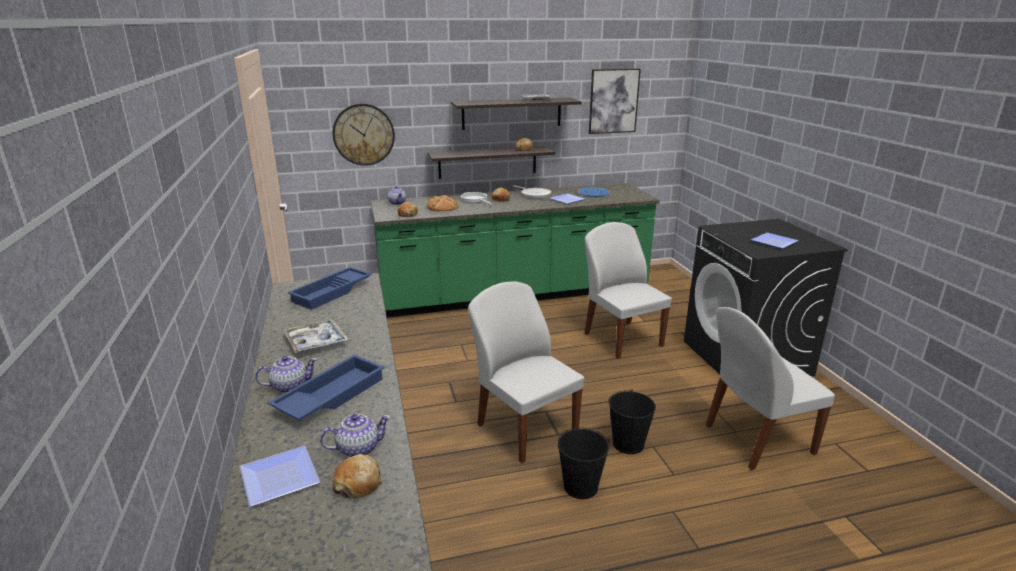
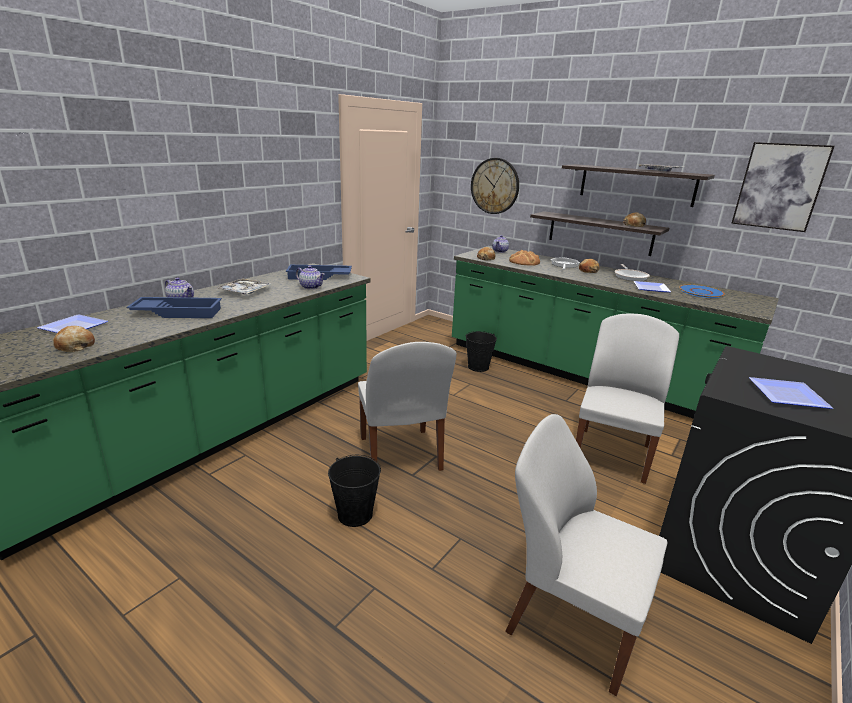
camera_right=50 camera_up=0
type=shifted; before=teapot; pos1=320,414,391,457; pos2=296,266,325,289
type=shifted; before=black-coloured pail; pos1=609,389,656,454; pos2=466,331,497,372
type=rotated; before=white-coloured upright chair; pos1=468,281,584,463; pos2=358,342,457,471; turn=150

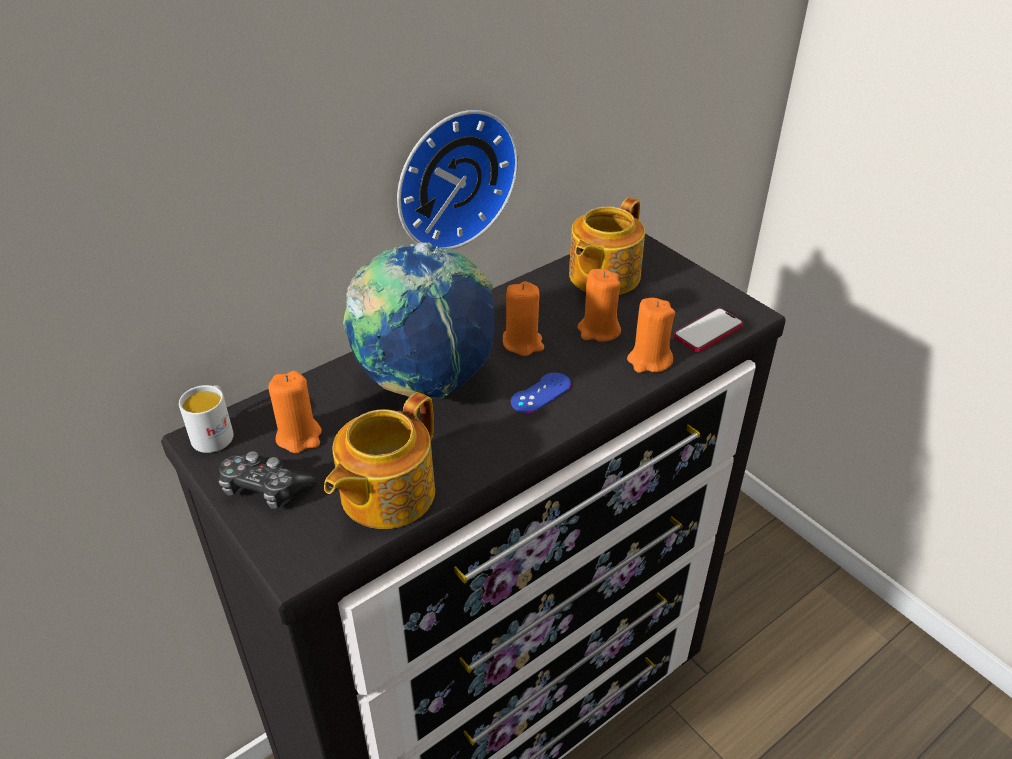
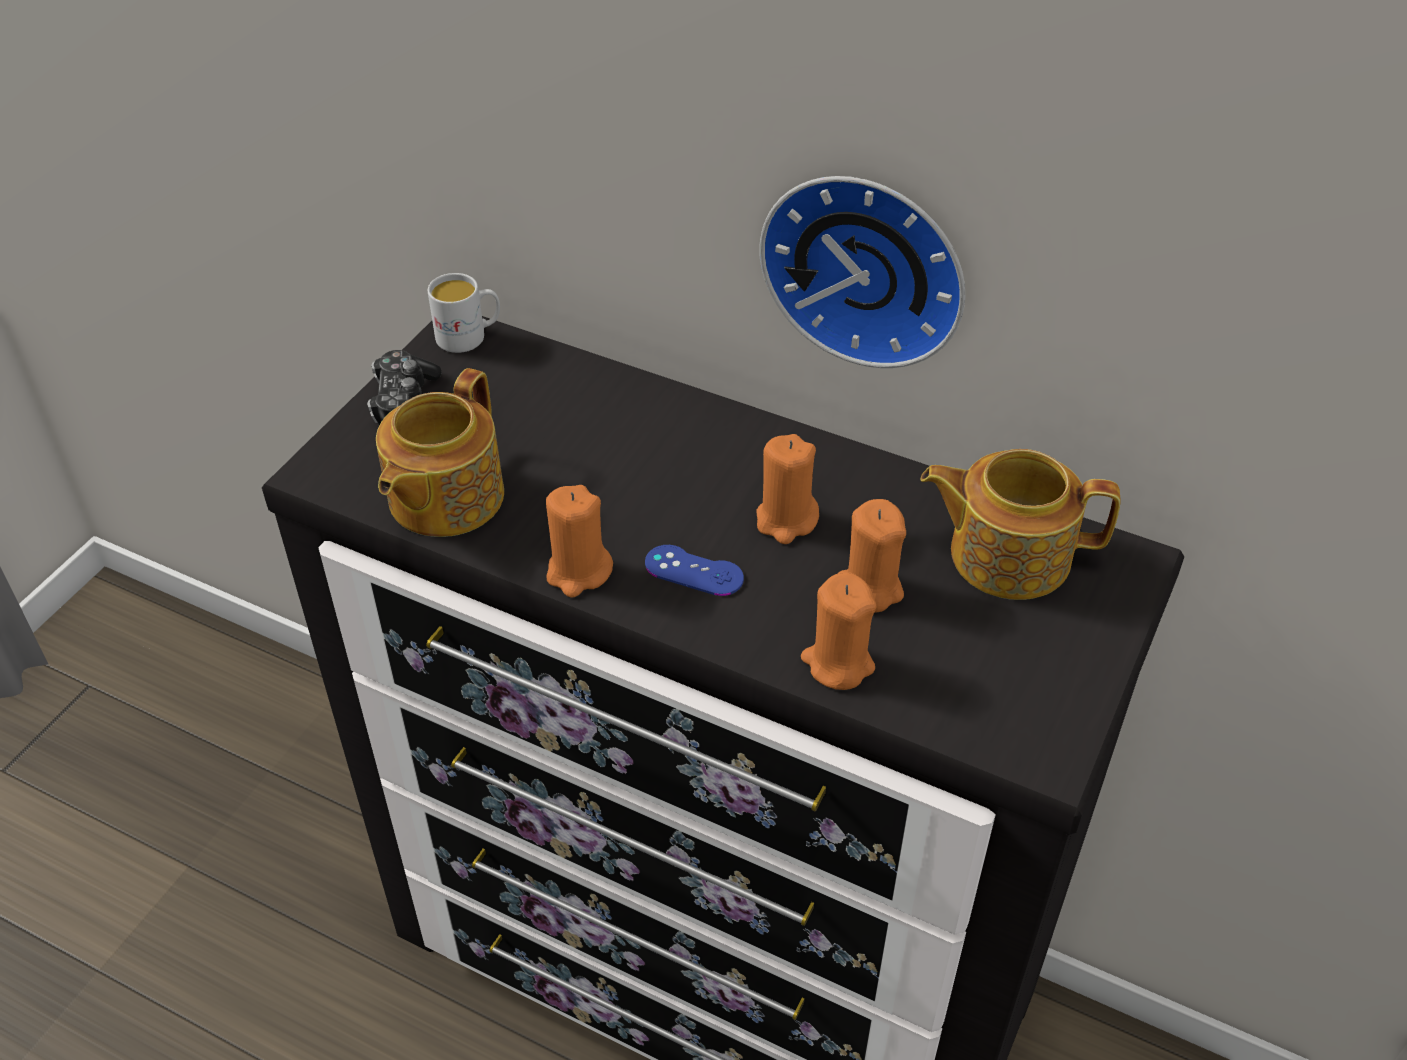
camera_right=65 camera_up=5
type=gone; before=globe; pos1=343,243,495,399
type=gone; before=phone; pos1=674,308,743,352
type=shifted; before=orange-coloured candle; pos1=268,371,322,453; pos2=546,485,613,598
type=rotated; before=teapot; pos1=324,392,435,529; pos2=376,368,504,537; turn=-75

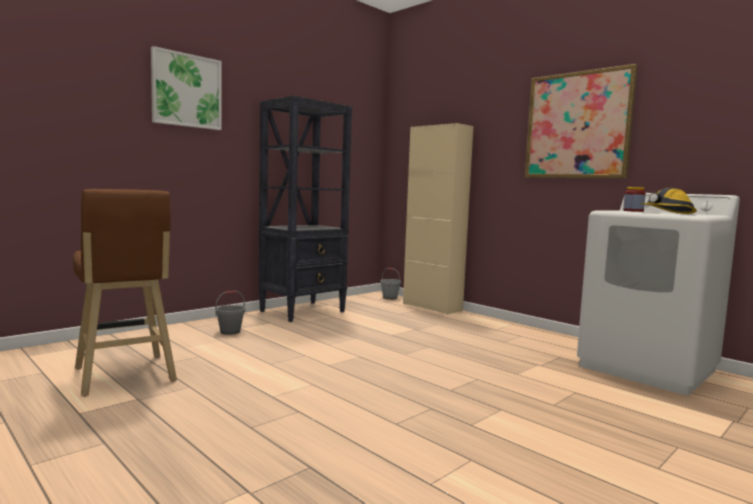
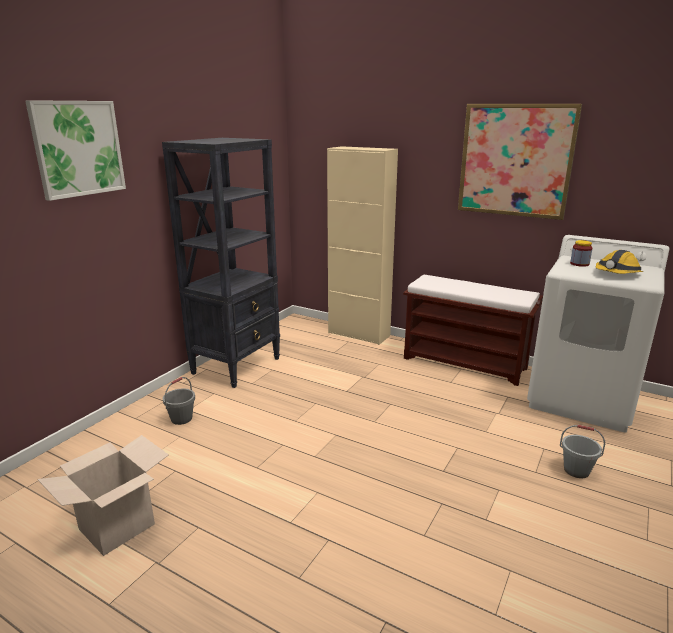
camera_right=-15 camera_up=15
type=new; after=brownish bench; pos2=403,275,543,386
type=shifted; before=greyish pail; pos1=380,268,401,300; pos2=560,425,605,478
type=swapped; before=brownish stool seat; after=cardboard box; pos1=73,189,177,397; pos2=37,435,169,556

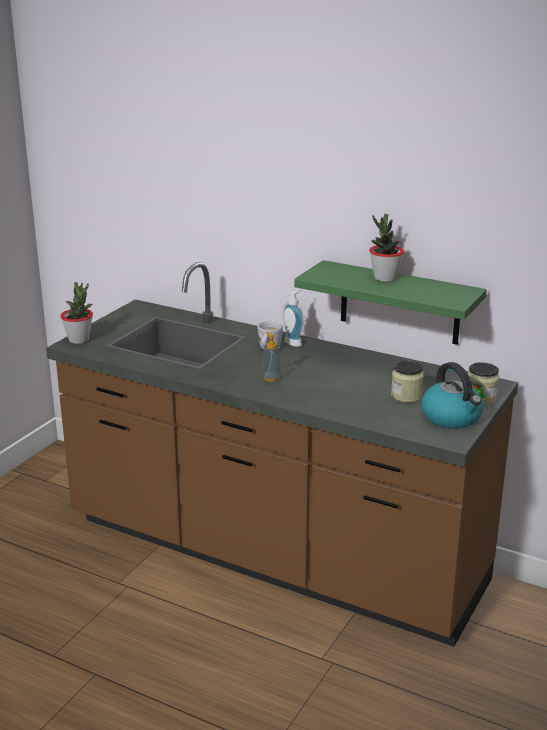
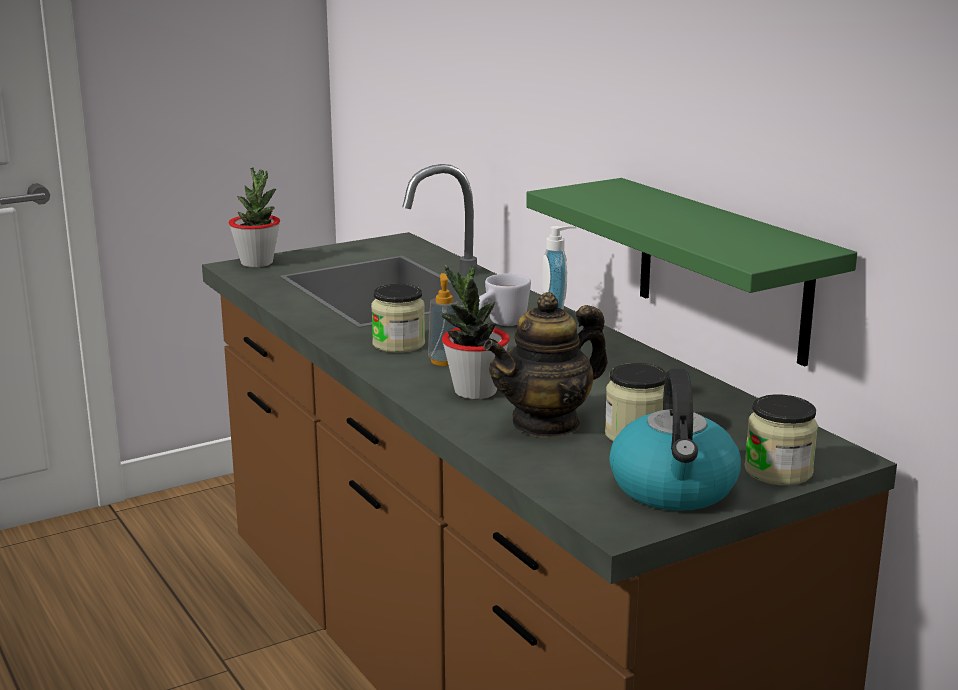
camera_right=30 camera_up=-5
type=new; after=jar; pos2=371,284,425,353
type=new; after=teapot; pos2=483,292,608,438
type=shifted; before=houseplant; pos1=369,214,404,282; pos2=441,265,510,399

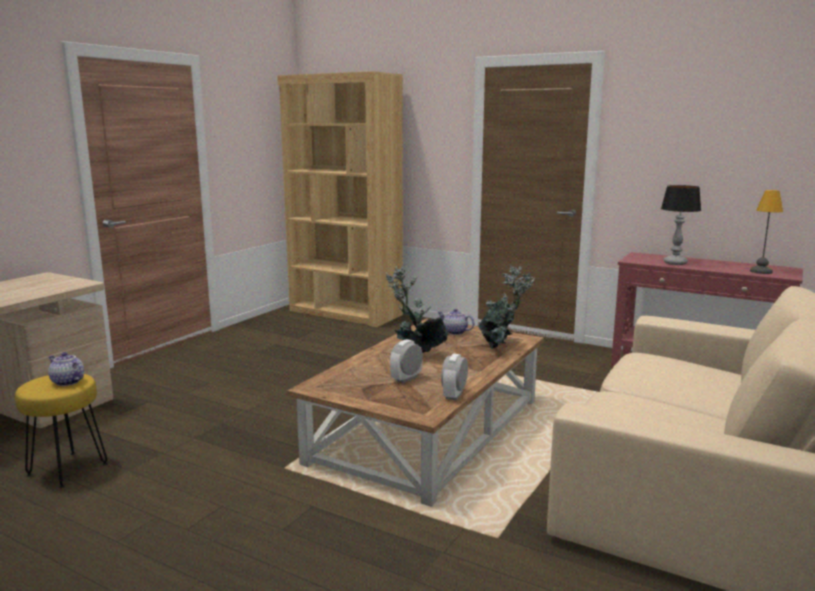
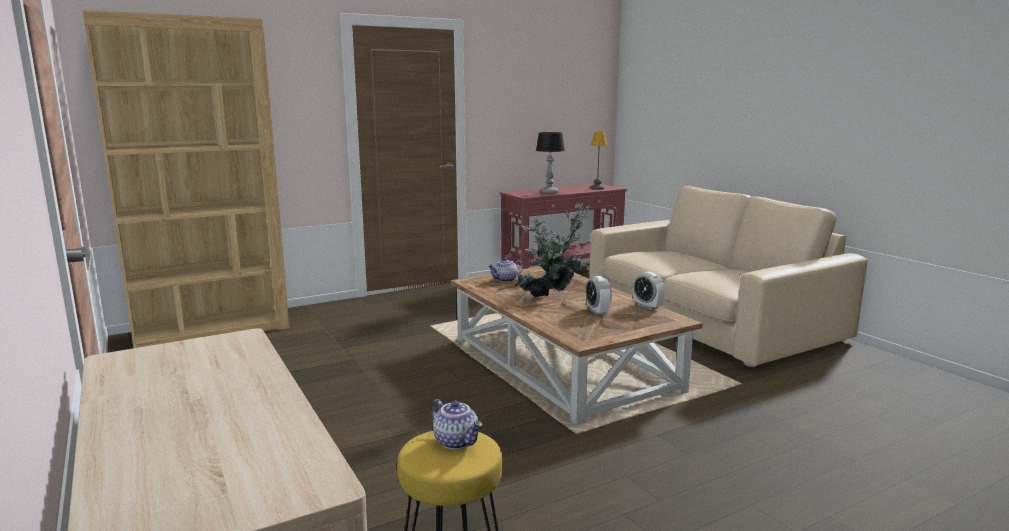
camera_right=-60 camera_up=0
type=rotated; before=teapot; pos1=48,352,84,386; pos2=431,399,483,450; turn=-105

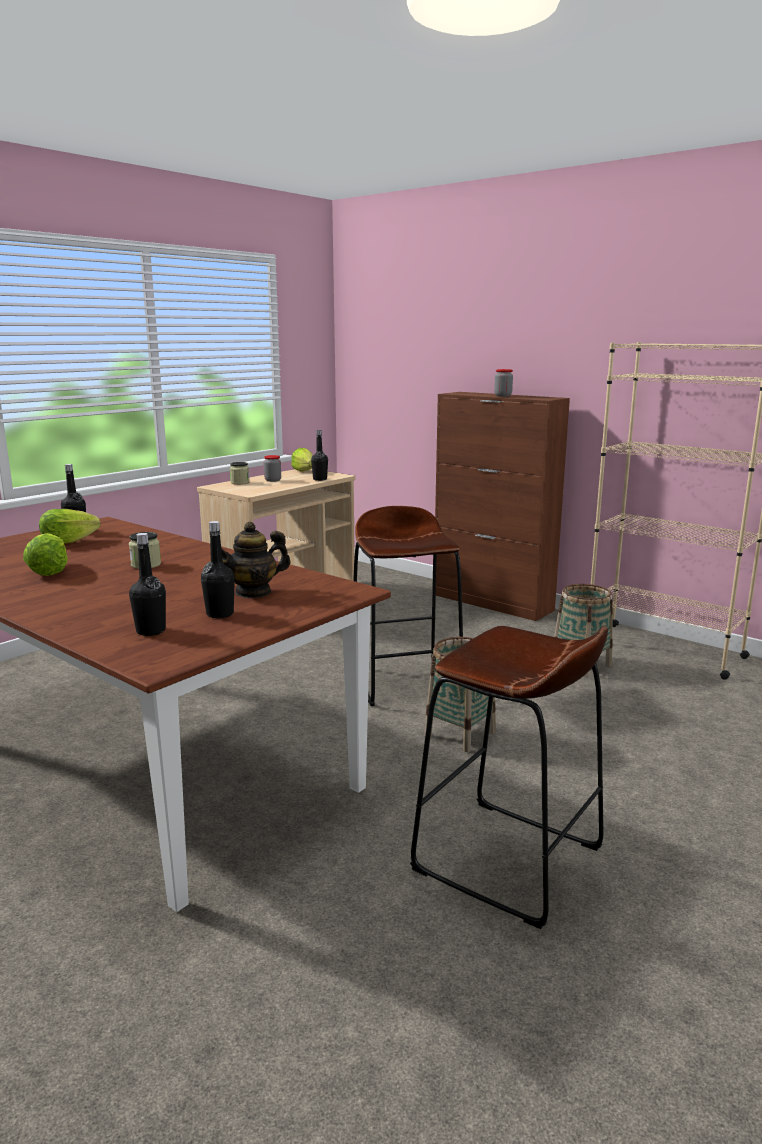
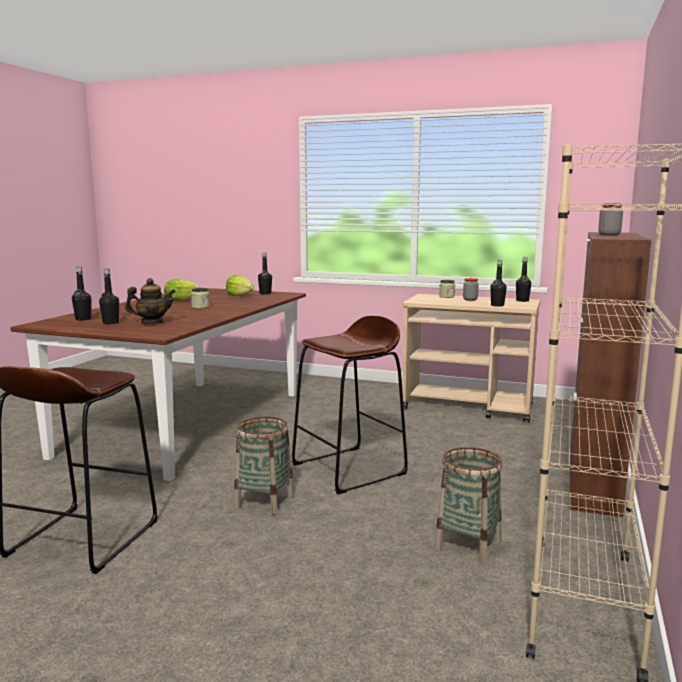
camera_right=70 camera_up=-5
type=swapped; before=lettuce head; after=black-coloured drink bottle; pos1=291,448,313,471; pos2=516,257,531,302
type=rotated; before=teapot; pos1=221,522,291,598; pos2=125,278,176,324; turn=120

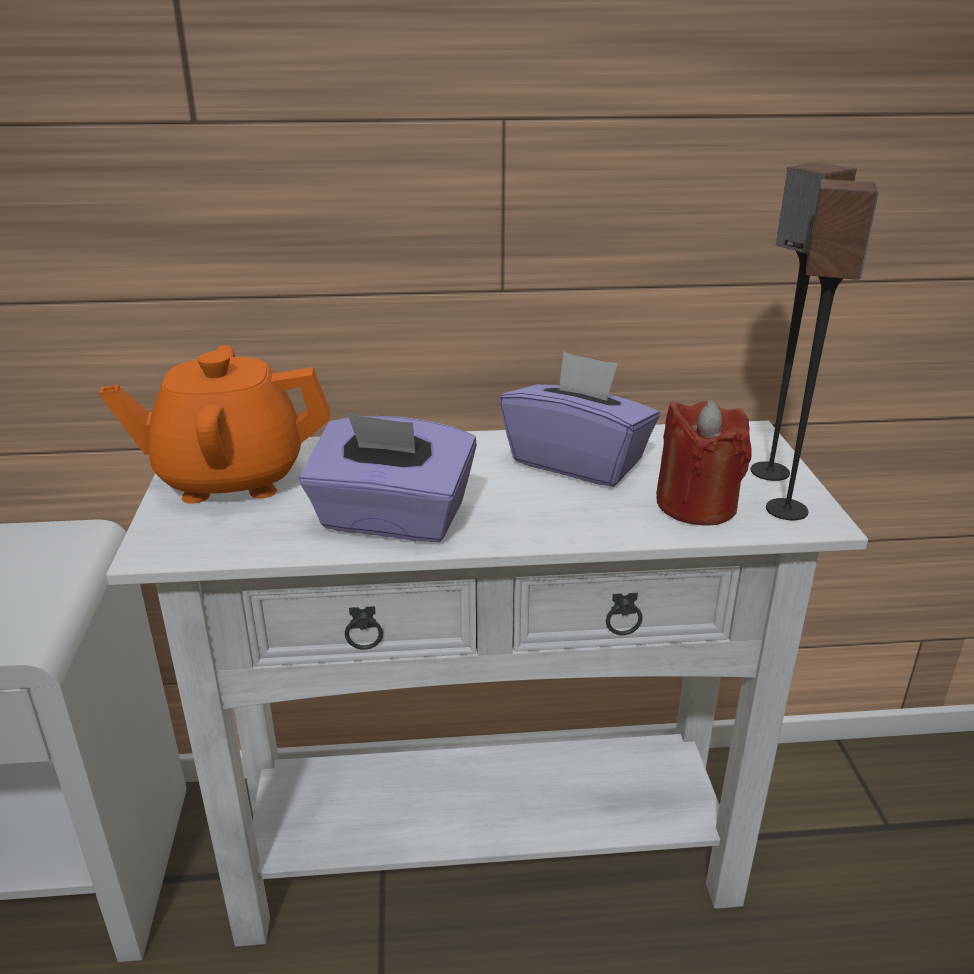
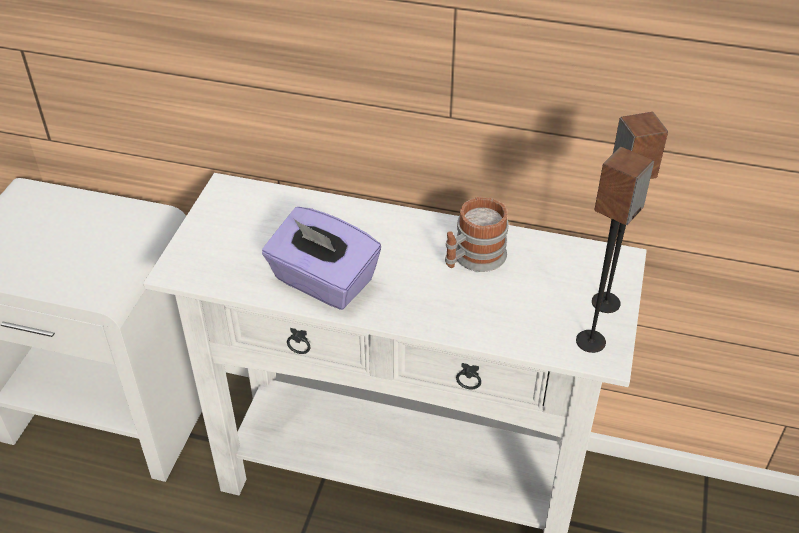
camera_right=20 camera_up=15
type=gone; before=orange-coloured teapot; pos1=99,345,331,504
type=gone; before=red-coloured candle; pos1=656,400,751,526
type=swapped; before=purple-coloured tissue box; after=tea mug; pos1=500,351,660,487; pos2=445,197,509,272

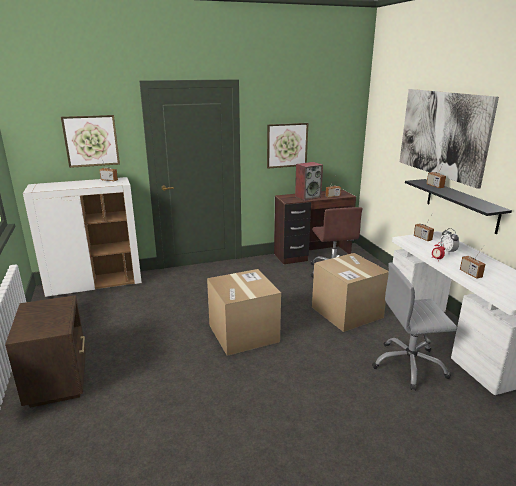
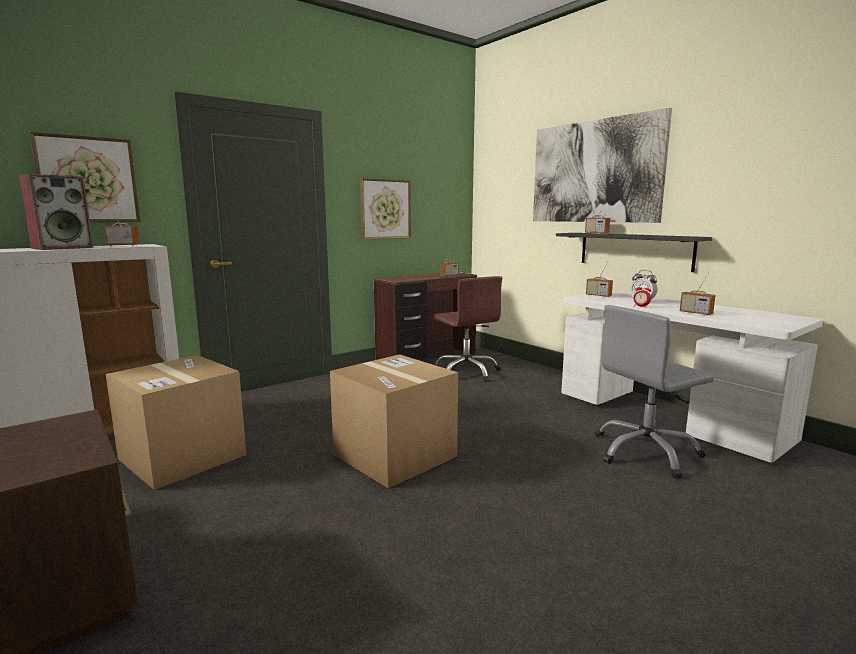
camera_right=-20 camera_up=-10
type=shifted; before=audio speaker; pos1=295,162,323,201; pos2=19,174,94,250
type=shifted; before=cardboard box; pos1=312,253,389,332; pos2=106,355,246,490

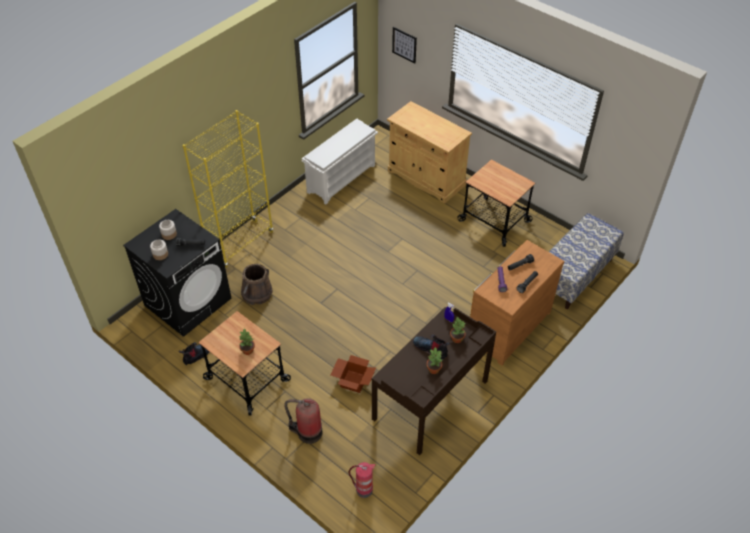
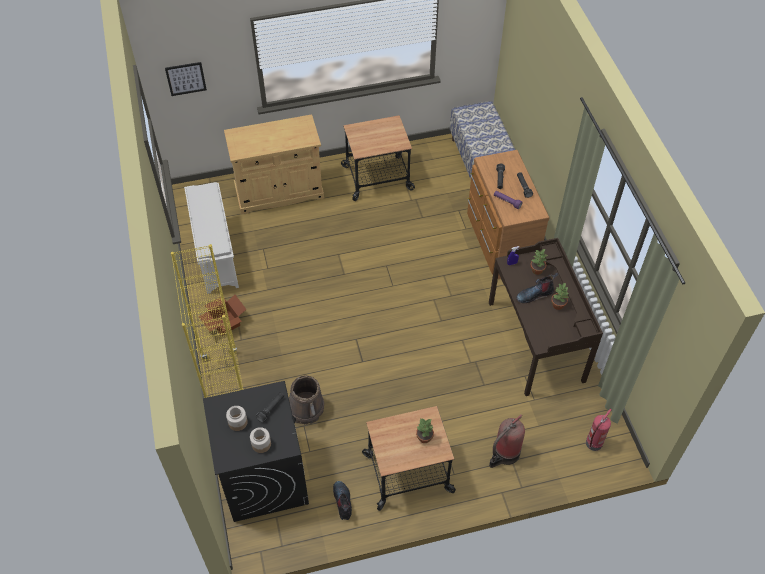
camera_right=-55 camera_up=5
type=shifted; before=cardboard box; pos1=330,355,376,393; pos2=199,295,246,336

